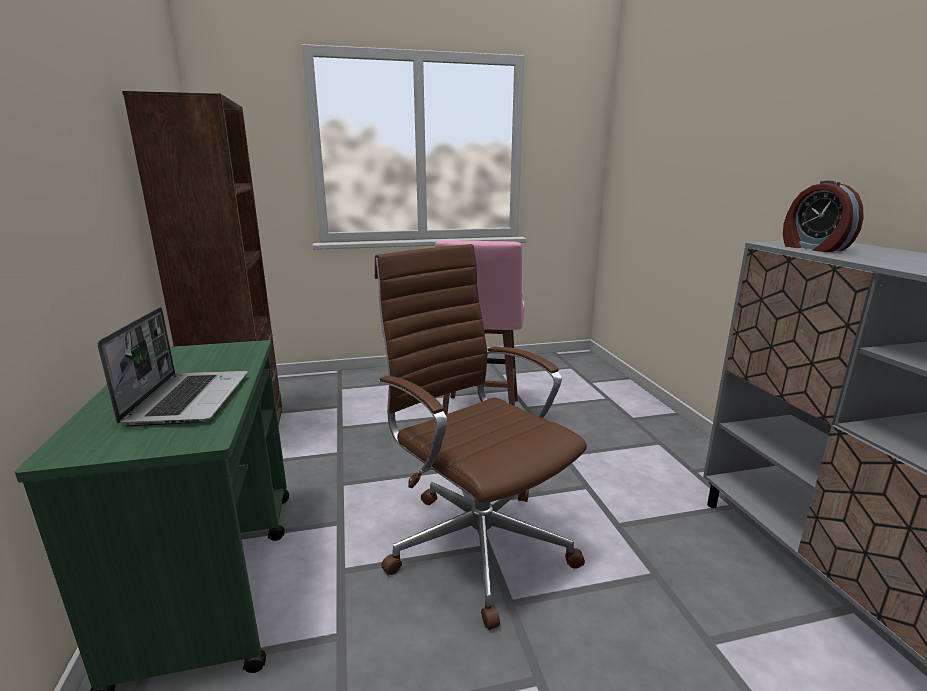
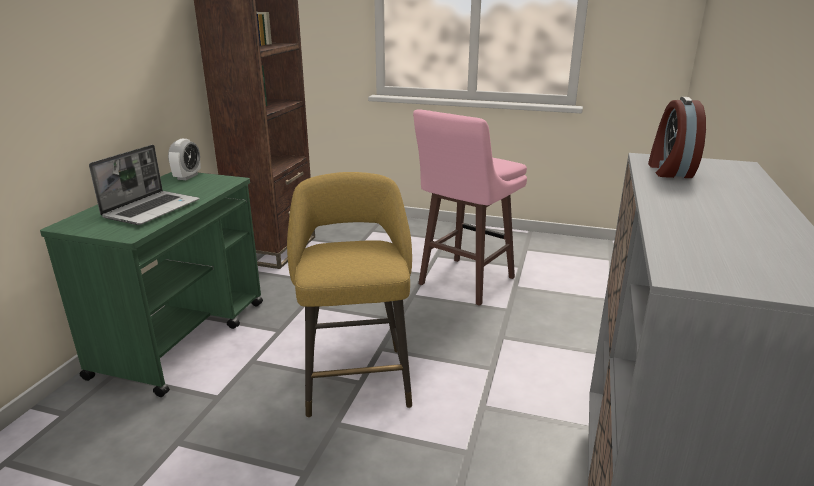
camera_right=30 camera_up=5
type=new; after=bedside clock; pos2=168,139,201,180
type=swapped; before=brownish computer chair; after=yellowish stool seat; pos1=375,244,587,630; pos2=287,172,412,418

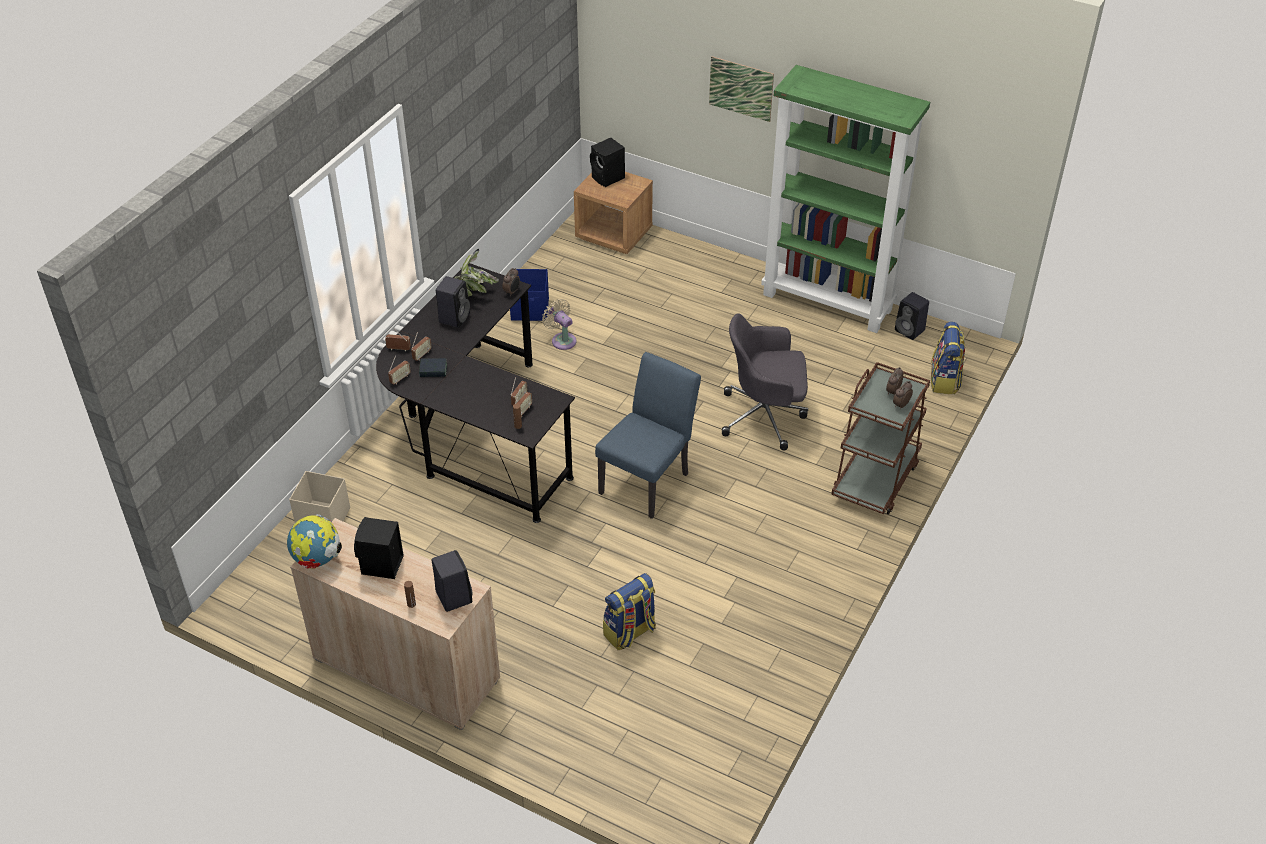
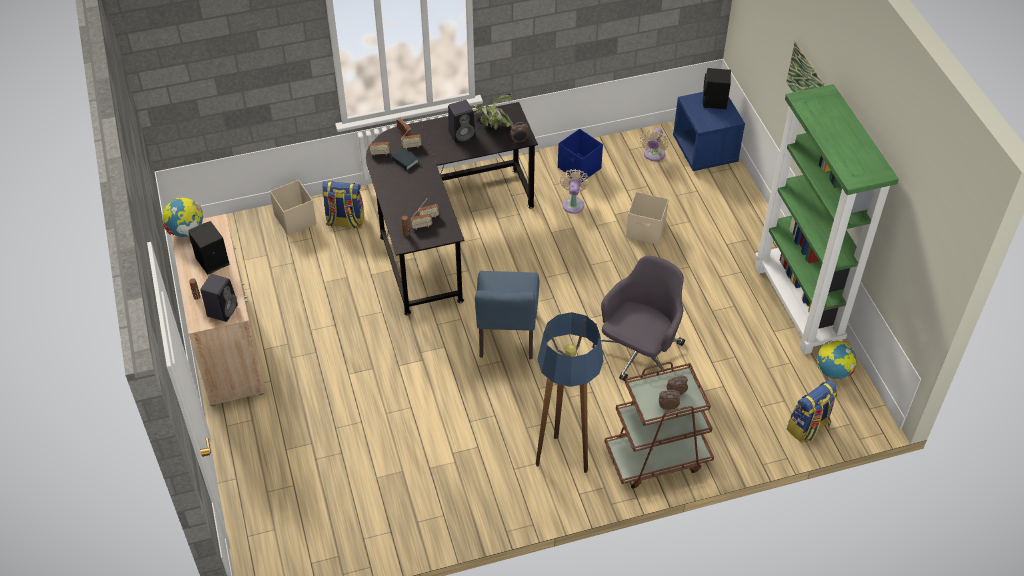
camera_right=45 camera_up=5
type=new; after=standard lamp; pos2=536,312,603,473
type=new; after=beige-coloured storage box; pos2=626,192,669,245
type=new; after=beige-coloured electric fan; pos2=640,128,668,161
type=shifted; before=knapsack; pos1=603,573,656,650; pos2=322,181,364,229
type=swapped; before=black-coloured audio speaker; after=globe; pos1=895,292,929,340; pos2=817,340,857,379
type=repainted; before=brownish bedside table; after=blue bedside table; pos1=574,172,653,254; pos2=673,92,745,171
type=rotated; before=blue upright chair; pos1=595,352,701,519; pos2=475,271,539,359; turn=105
type=rotated; before=greyish computer chair; pos1=722,313,808,450; pos2=592,256,685,381; turn=75

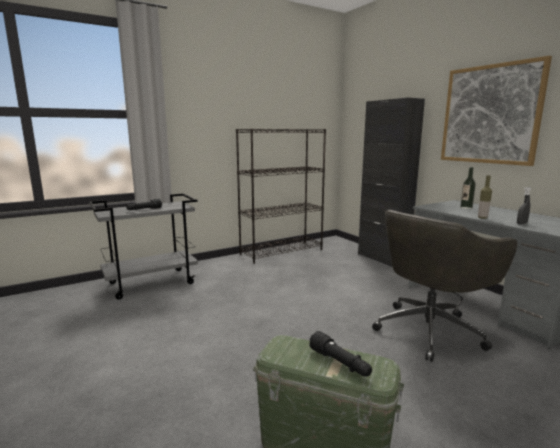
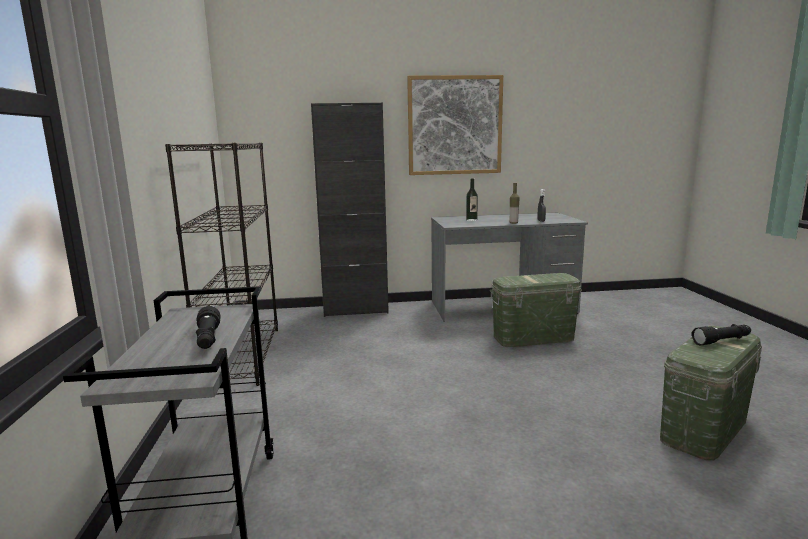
camera_right=-65 camera_up=0
type=swapped; before=greyish computer chair; after=green-coloured storage box; pos1=372,210,517,362; pos2=490,273,582,347

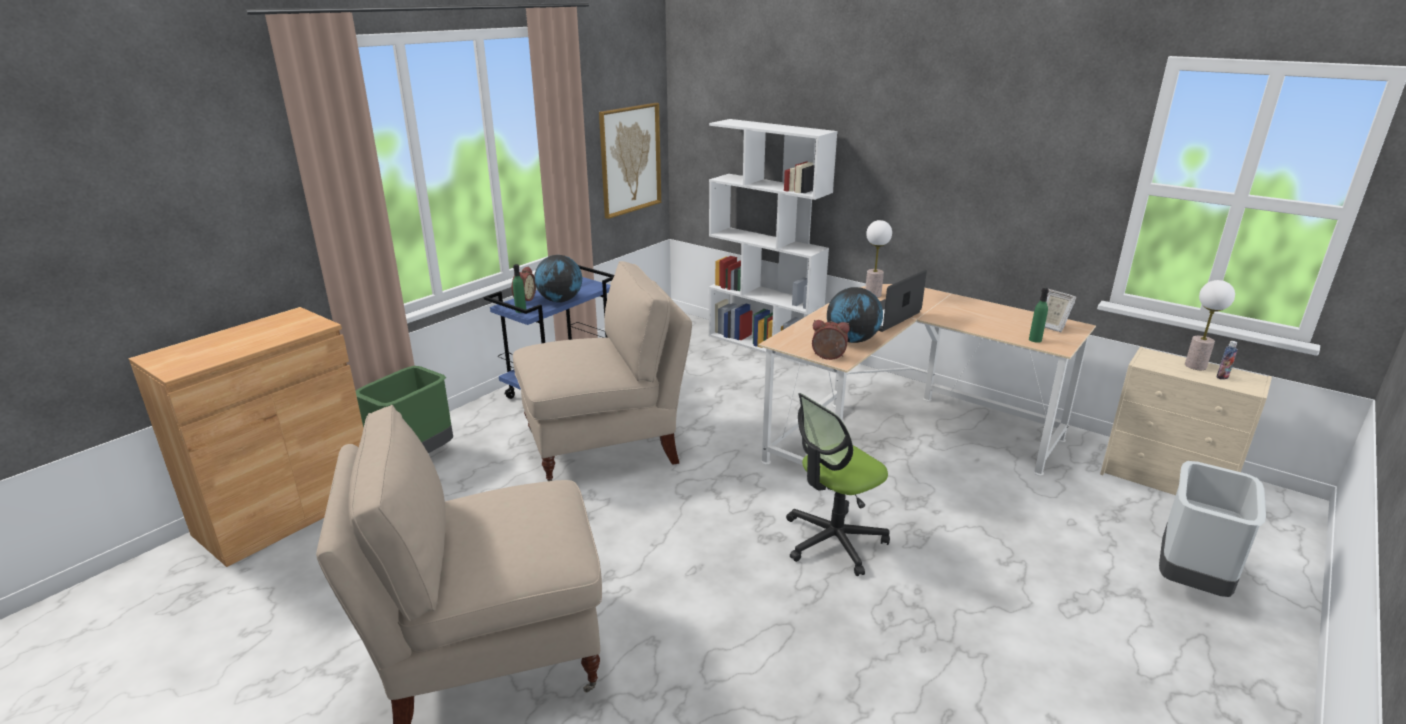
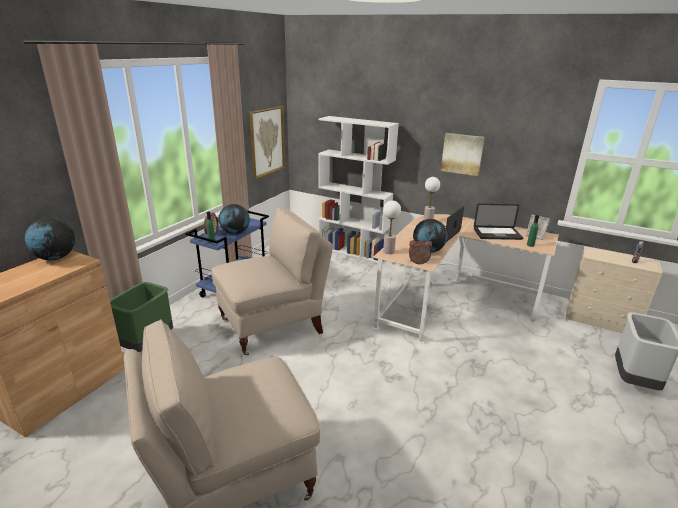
camera_right=-10 camera_up=0
type=gone; before=computer chair; pos1=786,393,890,576
type=new; after=globe; pos2=25,218,75,260
type=new; after=wall picture; pos2=441,133,485,176
type=new; after=notebook computer; pos2=474,204,523,240
type=shifted; before=tabletop lamp; pos1=1185,280,1235,370; pos2=383,200,401,254

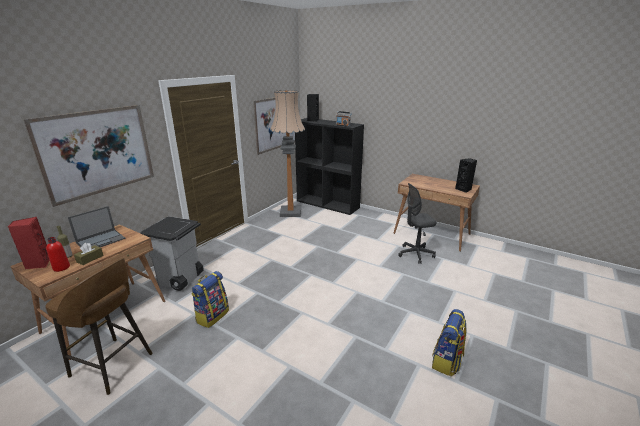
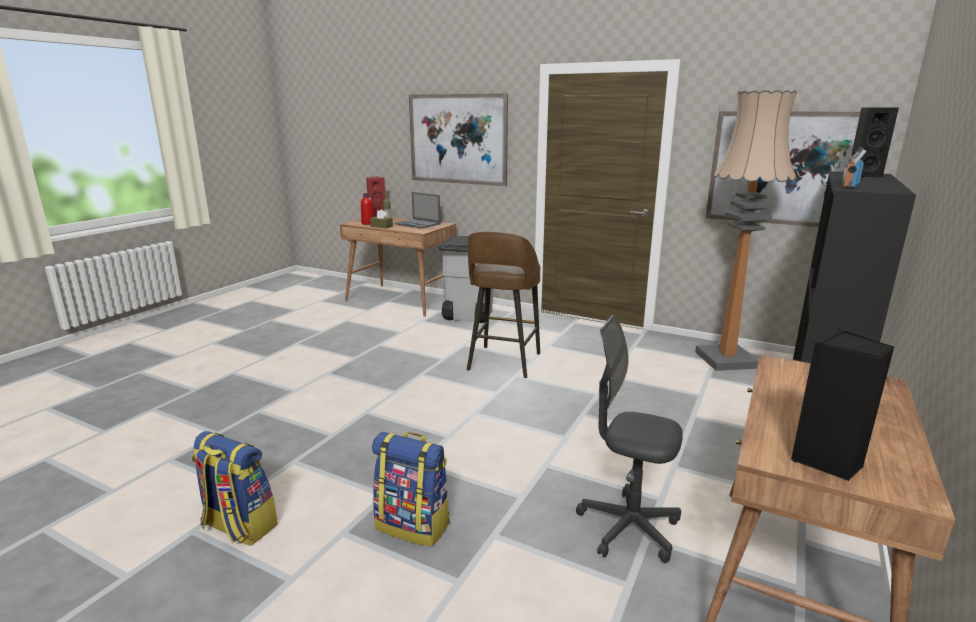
camera_right=85 camera_up=-5
type=shifted; before=brownish stool seat; pos1=45,258,153,395; pos2=467,232,540,378
type=shifted; before=knapsack; pos1=191,271,229,328; pos2=372,432,450,547
type=rotated; before=greyish computer chair; pos1=398,183,437,264; pos2=576,315,683,563; turn=-45

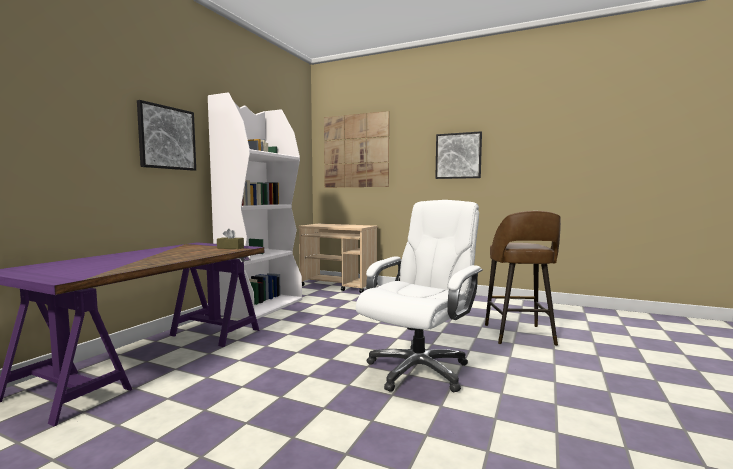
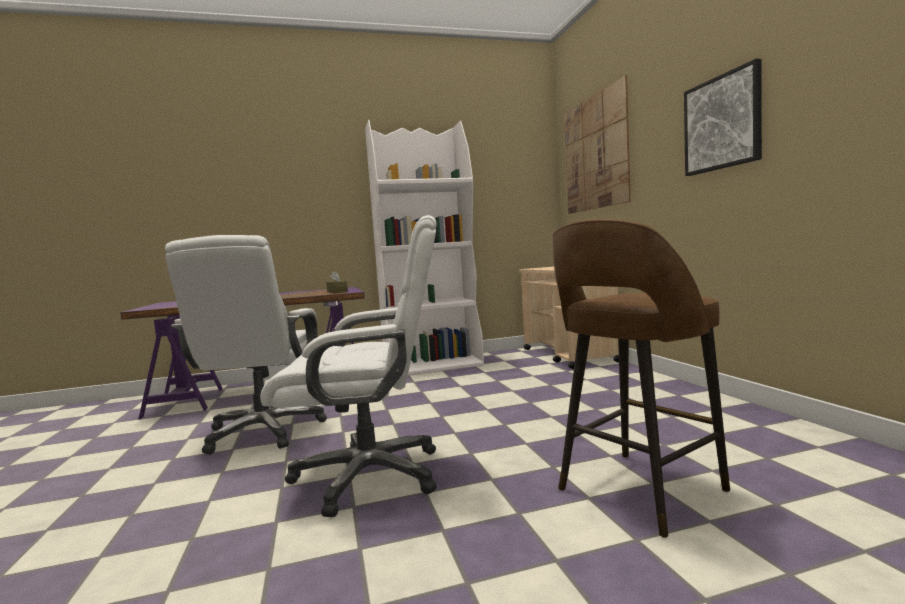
camera_right=50 camera_up=0
type=gone; before=wall picture; pos1=137,100,196,171
type=new; after=white-coloured computer chair; pos2=165,235,327,454

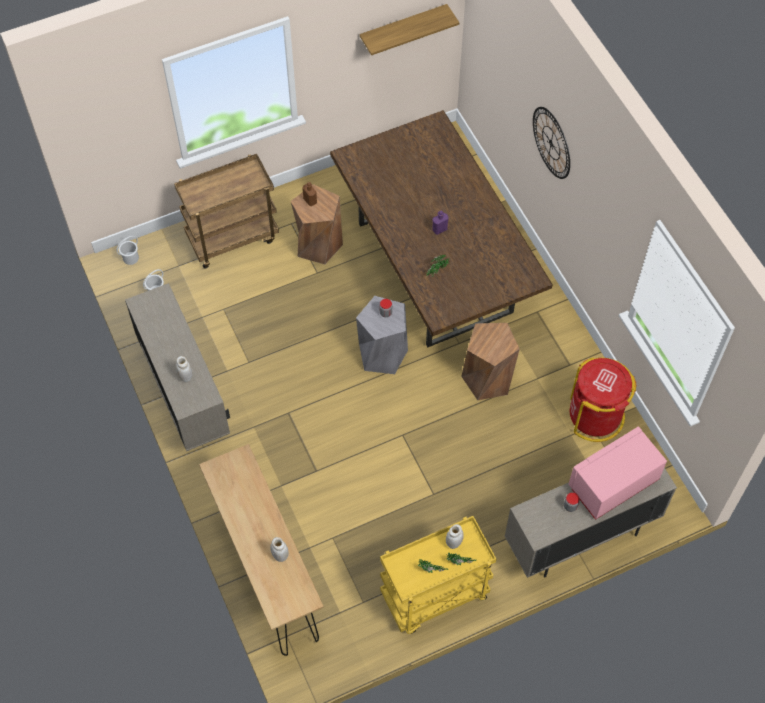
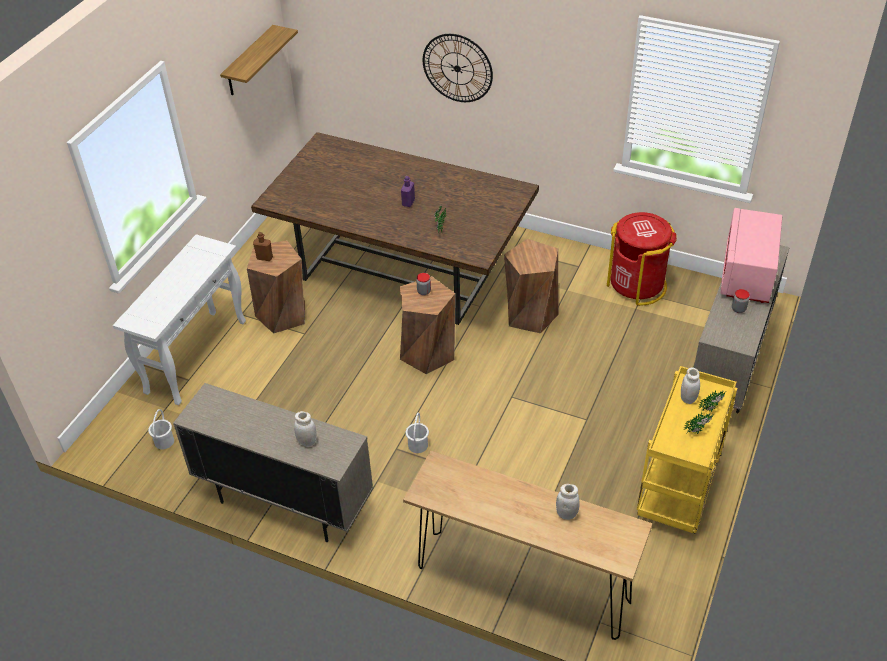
camera_right=-40 camera_up=-15
type=shifted; before=white-coloured pail; pos1=117,236,139,265; pos2=406,413,429,453
type=swapped; before=brownish cart; after=white-coloured narrow table; pos1=174,154,279,269; pos2=113,234,246,405
type=repainted; before=greyish stool seat; after=brownish stool seat; pos1=356,296,408,374; pos2=400,276,455,374

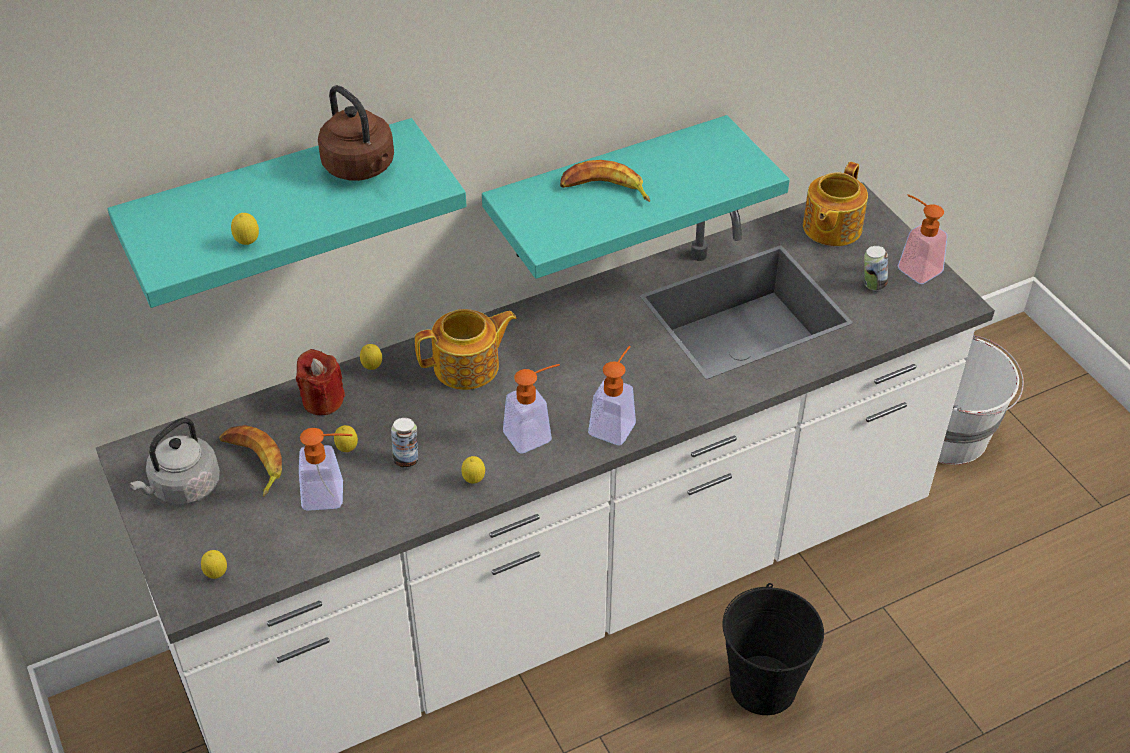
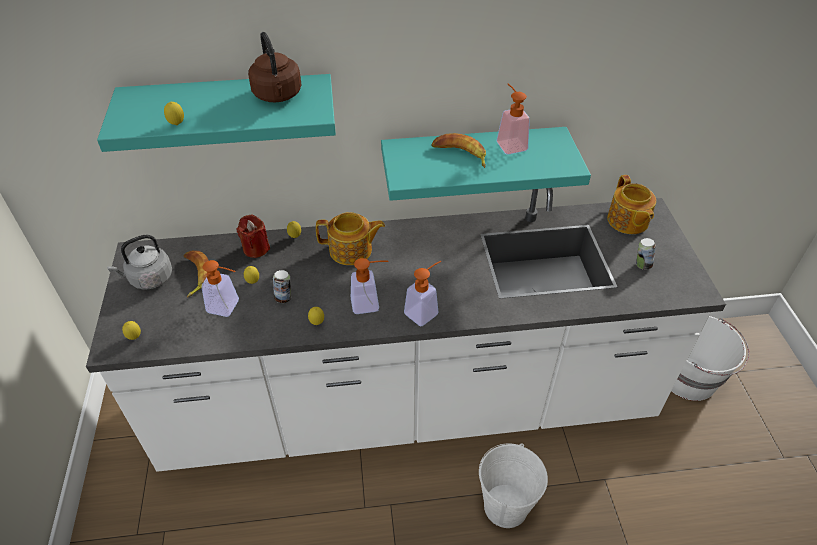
camera_right=20 camera_up=0
type=shifted; before=soap bottle; pos1=898,194,948,284; pos2=497,84,530,155
type=repainted; before=black-coloured pail; after=white-coloured pail; pos1=723,583,824,715; pos2=479,443,548,528
type=rotated; before=teapot; pos1=803,162,868,246; pos2=607,175,656,234; turn=-60

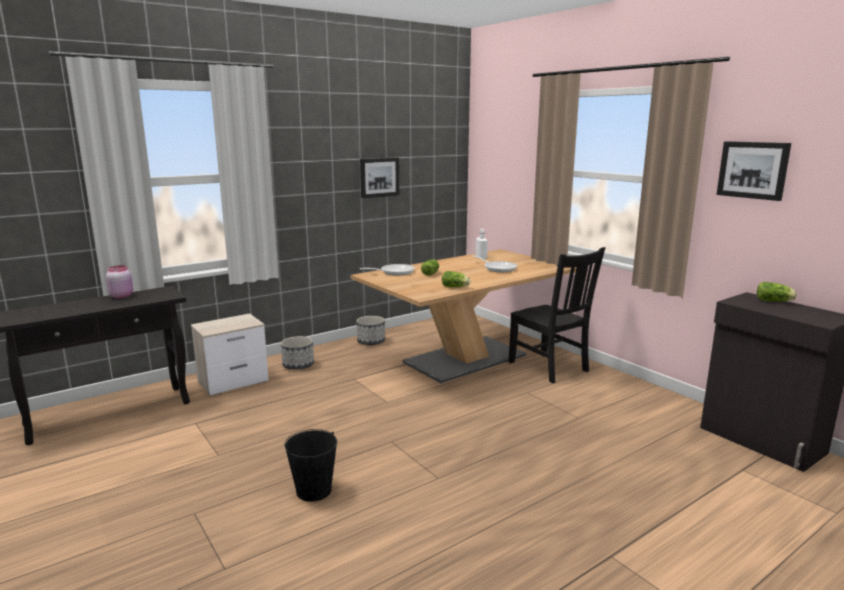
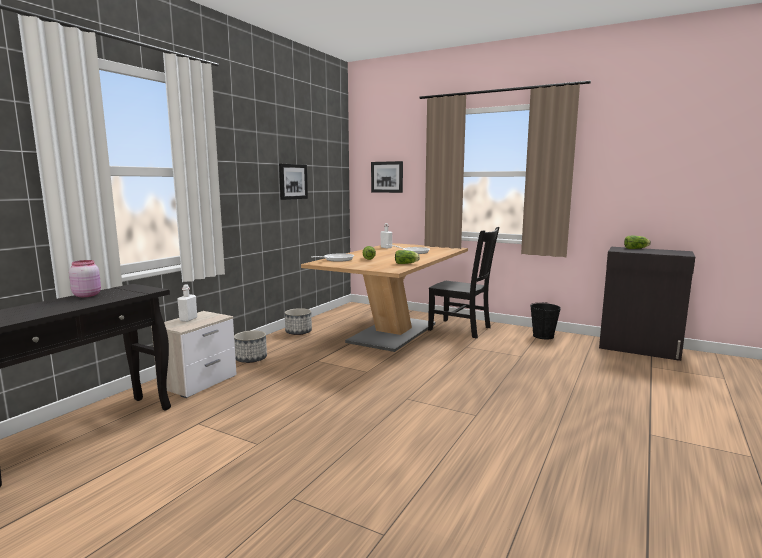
camera_right=-25 camera_up=-5
type=new; after=white-coloured drink bottle; pos2=177,284,197,322
type=shifted; before=black-coloured pail; pos1=284,429,337,502; pos2=530,303,561,339
type=shifted; before=wall picture; pos1=716,141,791,201; pos2=371,161,403,193

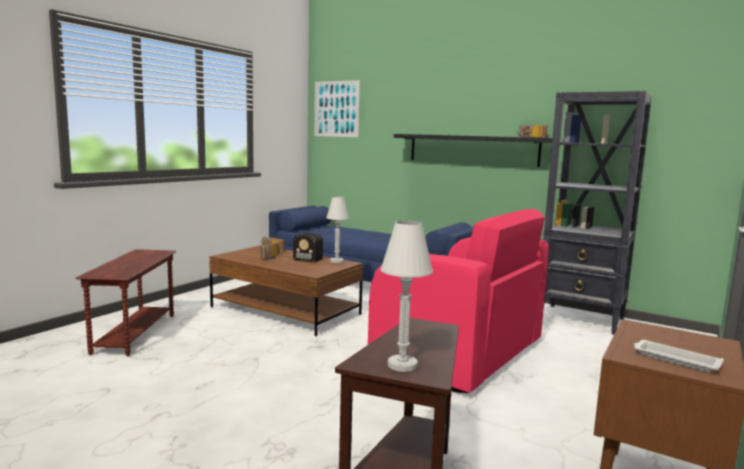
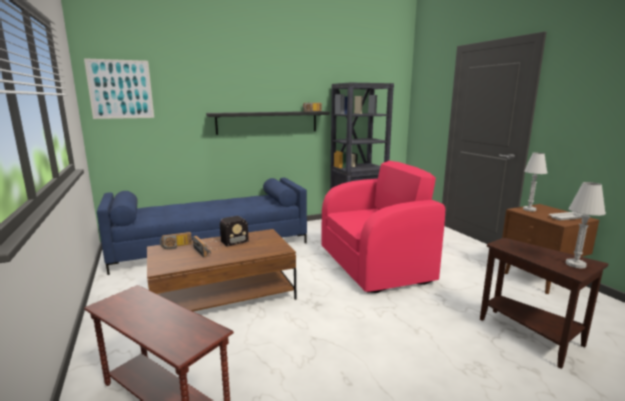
camera_right=-55 camera_up=5
type=shifted; before=white-coloured tabletop lamp; pos1=326,196,349,263; pos2=523,153,547,211

